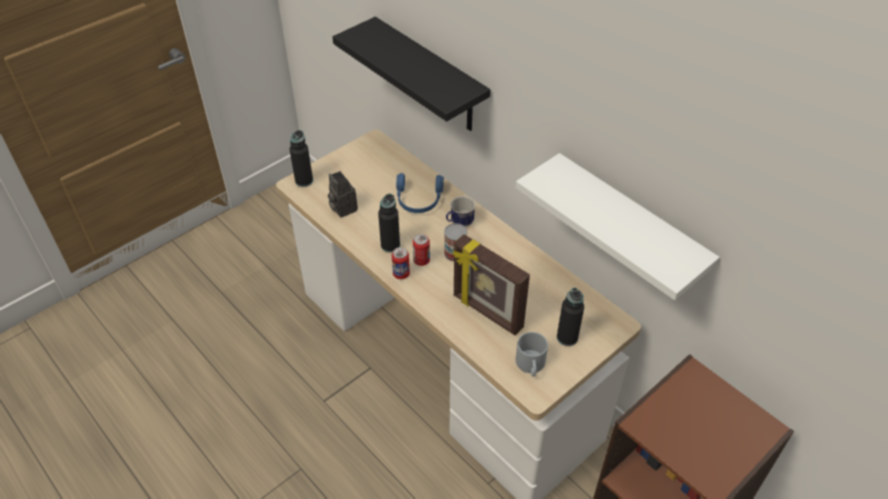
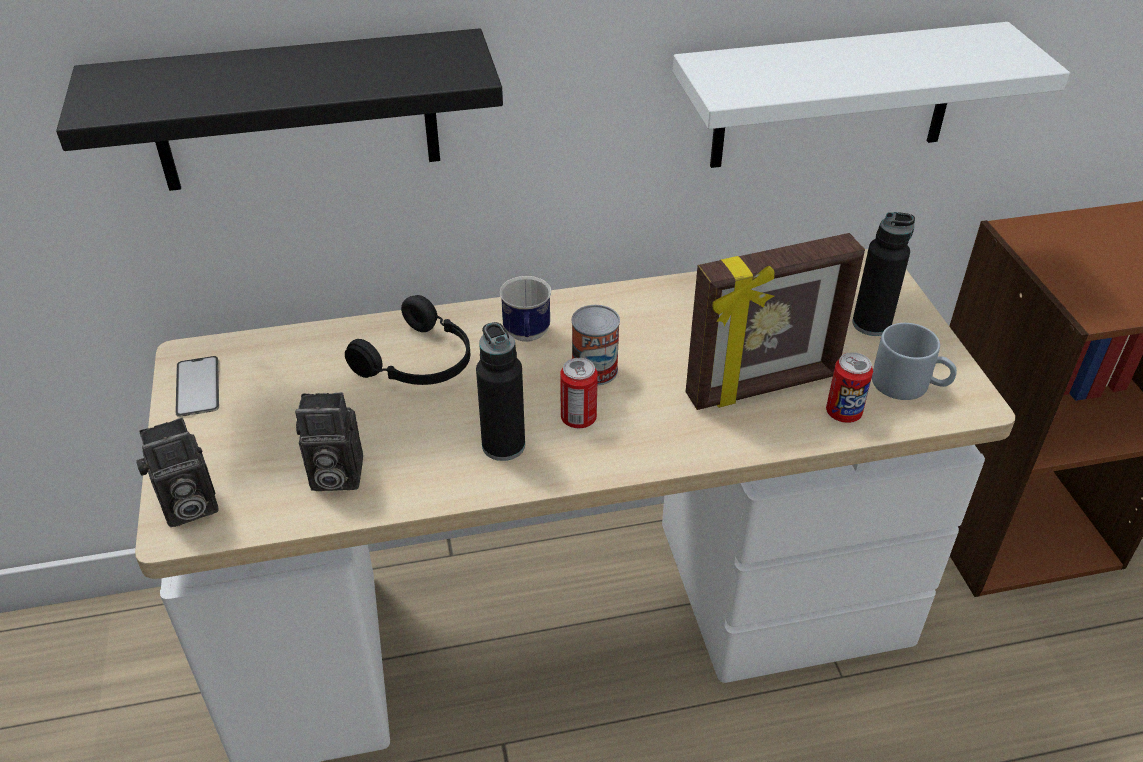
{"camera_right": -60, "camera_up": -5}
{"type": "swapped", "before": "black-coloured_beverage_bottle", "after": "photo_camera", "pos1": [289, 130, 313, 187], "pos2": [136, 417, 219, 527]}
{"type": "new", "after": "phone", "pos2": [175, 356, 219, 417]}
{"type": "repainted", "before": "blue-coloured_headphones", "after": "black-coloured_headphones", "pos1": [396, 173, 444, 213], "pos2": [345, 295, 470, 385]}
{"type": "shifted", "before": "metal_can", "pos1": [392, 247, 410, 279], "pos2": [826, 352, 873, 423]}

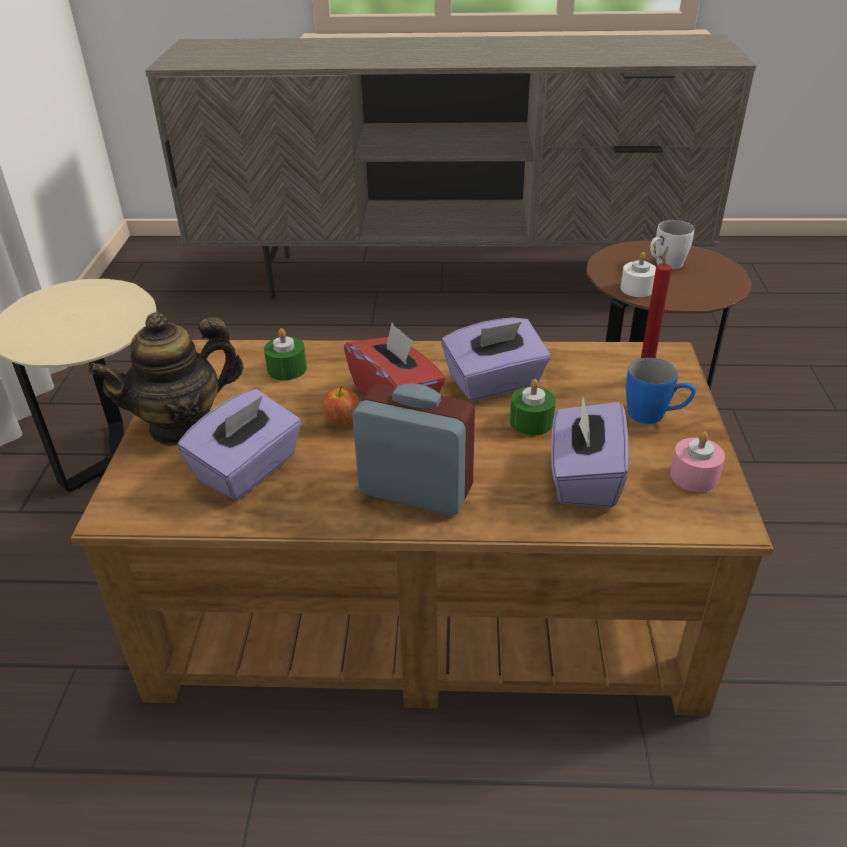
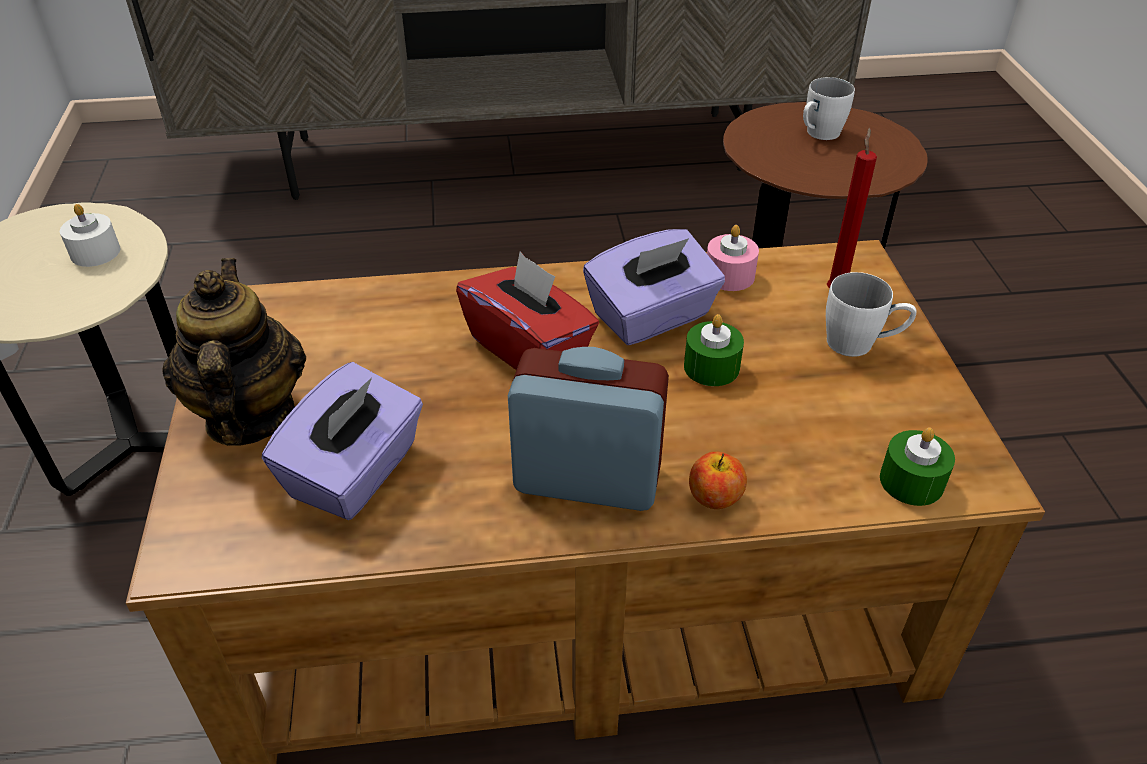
{"camera_right": -10, "camera_up": 5}
{"type": "shifted", "before": "whitish_wax_candle", "pos1": [621, 252, 656, 297], "pos2": [60, 204, 120, 267]}
{"type": "rotated", "before": "tea_pot", "pos1": [88, 312, 244, 446], "pos2": [162, 258, 306, 446], "turn": 120}
{"type": "shifted", "before": "whole_apple", "pos1": [322, 386, 360, 426], "pos2": [689, 451, 747, 509]}
{"type": "shifted", "before": "pink-coloured_wax_candle", "pos1": [670, 431, 725, 492], "pos2": [707, 225, 759, 291]}
{"type": "repainted", "before": "blue-coloured_tea_mug", "after": "whitish_tea_mug", "pos1": [626, 358, 696, 424], "pos2": [826, 272, 916, 357]}
{"type": "shifted", "before": "green-coloured_wax_candle", "pos1": [264, 328, 307, 380], "pos2": [880, 427, 955, 506]}
{"type": "gone", "before": "purplish_box_of_tissues", "pos1": [551, 396, 629, 508]}

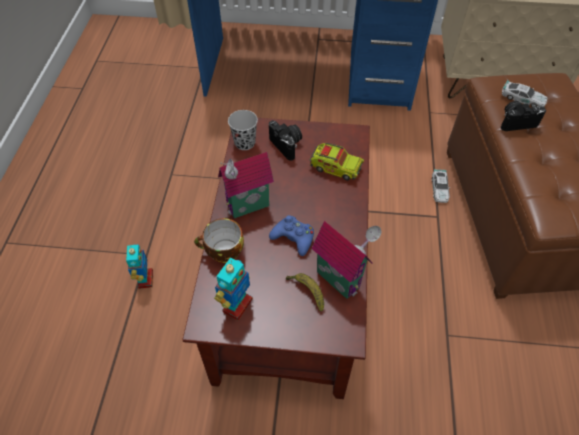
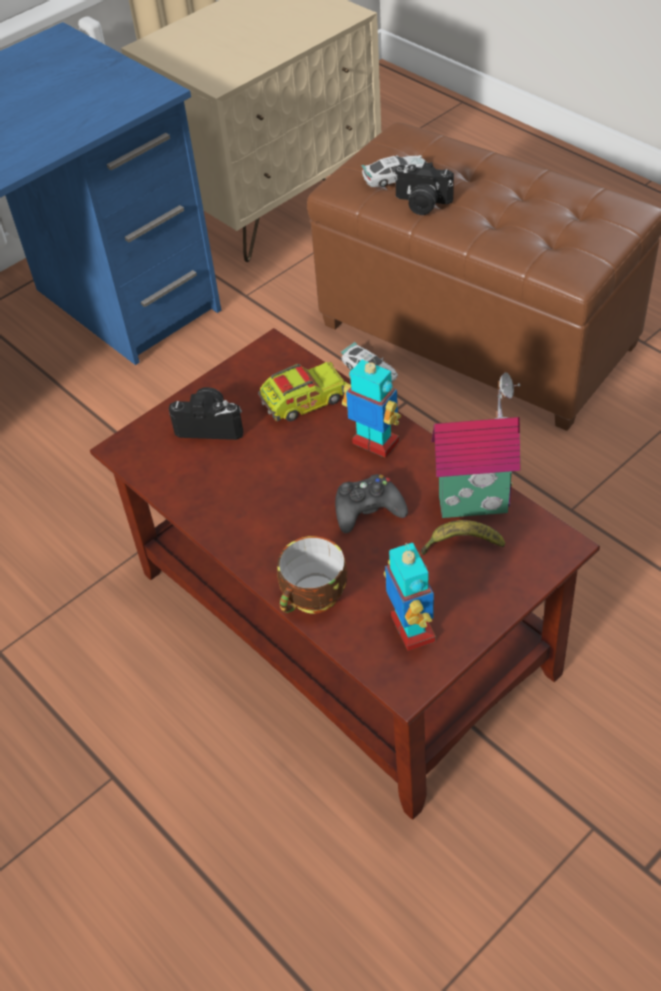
{"camera_right": -45, "camera_up": -5}
{"type": "repainted", "before": "blue-coloured_joypad", "after": "black-coloured_joypad", "pos1": [269, 215, 314, 256], "pos2": [335, 474, 408, 533]}
{"type": "shifted", "before": "model_robot", "pos1": [126, 244, 153, 289], "pos2": [342, 355, 401, 458]}
{"type": "rotated", "before": "photo_camera", "pos1": [500, 101, 546, 131], "pos2": [394, 162, 454, 215], "turn": -105}
{"type": "gone", "before": "model_house", "pos1": [218, 152, 274, 218]}
{"type": "gone", "before": "black-coloured_small_cup", "pos1": [228, 110, 258, 150]}

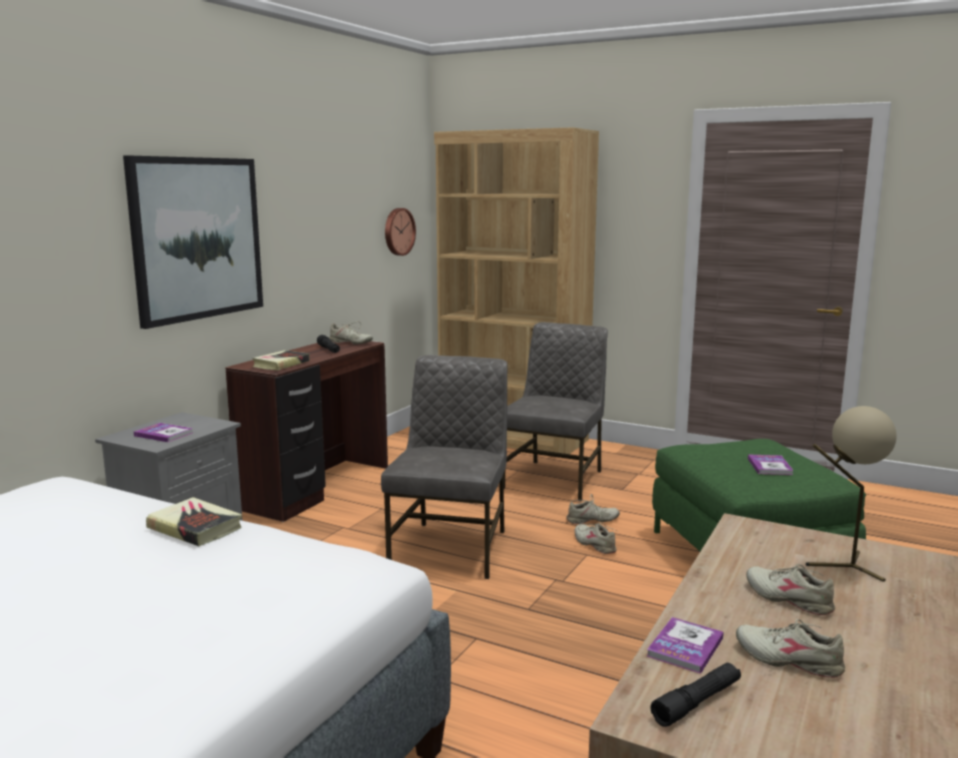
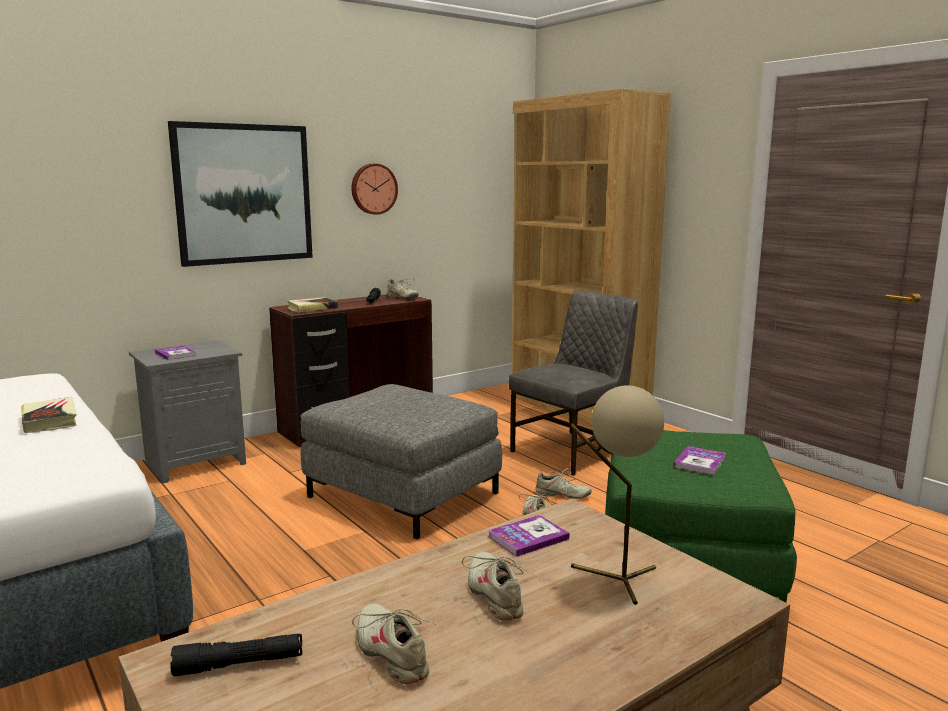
{"camera_right": 25, "camera_up": 0}
{"type": "swapped", "before": "grey_upright_chair", "after": "grey_footrest", "pos1": [381, 355, 508, 579], "pos2": [301, 384, 502, 540]}
{"type": "shifted", "before": "wall_clock", "pos1": [385, 208, 416, 256], "pos2": [351, 164, 398, 215]}
{"type": "shifted", "before": "volume", "pos1": [647, 617, 724, 674], "pos2": [488, 515, 569, 557]}

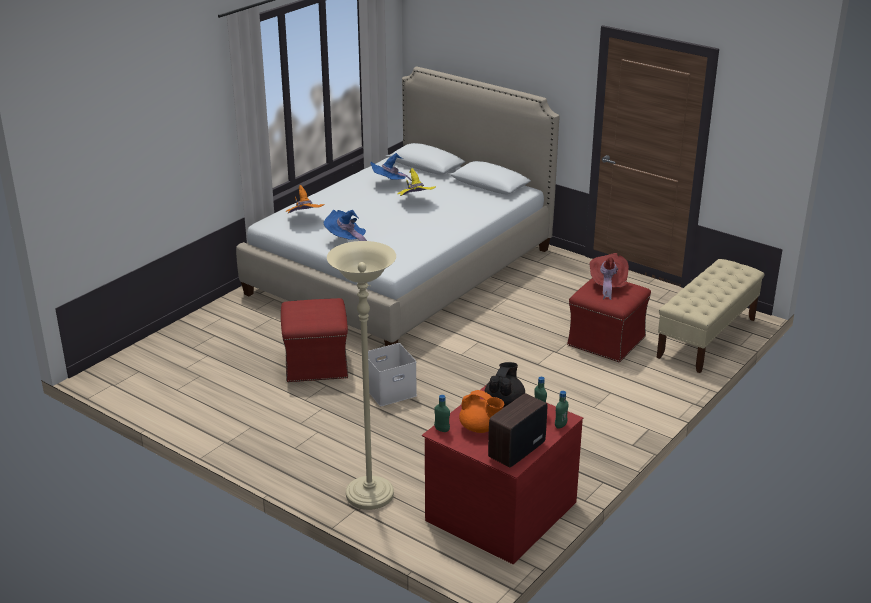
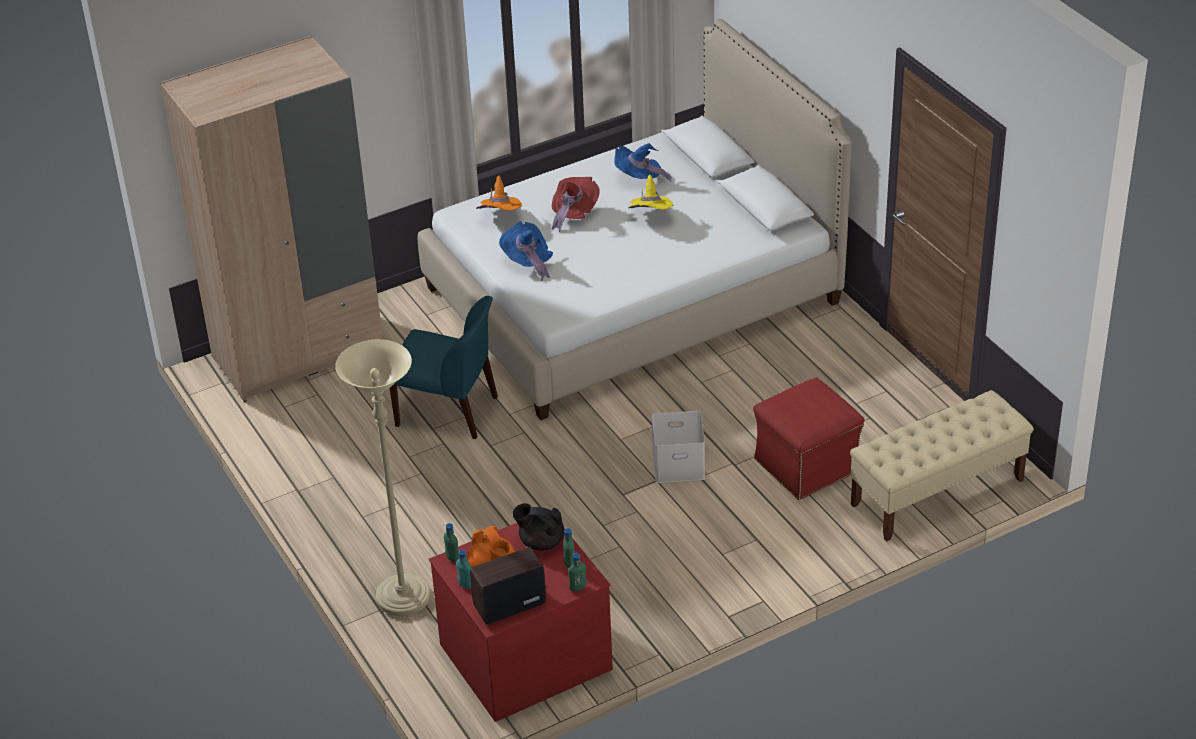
{"camera_right": 25, "camera_up": 10}
{"type": "new", "after": "beige-coloured_wardrobe", "pos2": [160, 36, 383, 402]}
{"type": "swapped", "before": "red-coloured_footrest", "after": "blue-coloured_upright_chair", "pos1": [281, 298, 348, 382], "pos2": [389, 296, 498, 439]}
{"type": "new", "after": "blue-green_beverage_bottle", "pos2": [456, 550, 471, 589]}
{"type": "rotated", "before": "black-coloured_tea_pot", "pos1": [485, 362, 525, 408], "pos2": [513, 503, 565, 551], "turn": -120}
{"type": "shifted", "before": "red-coloured_clothing_hat", "pos1": [590, 253, 629, 300], "pos2": [551, 177, 600, 232]}
{"type": "shifted", "before": "whitish_storage_container", "pos1": [368, 343, 417, 406], "pos2": [652, 411, 705, 483]}

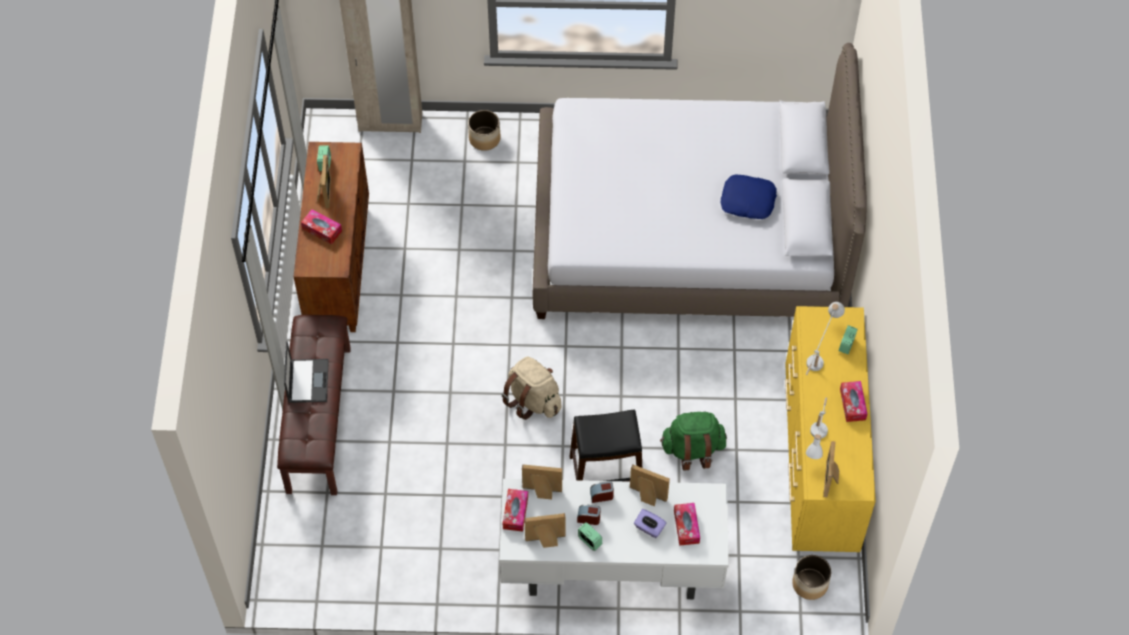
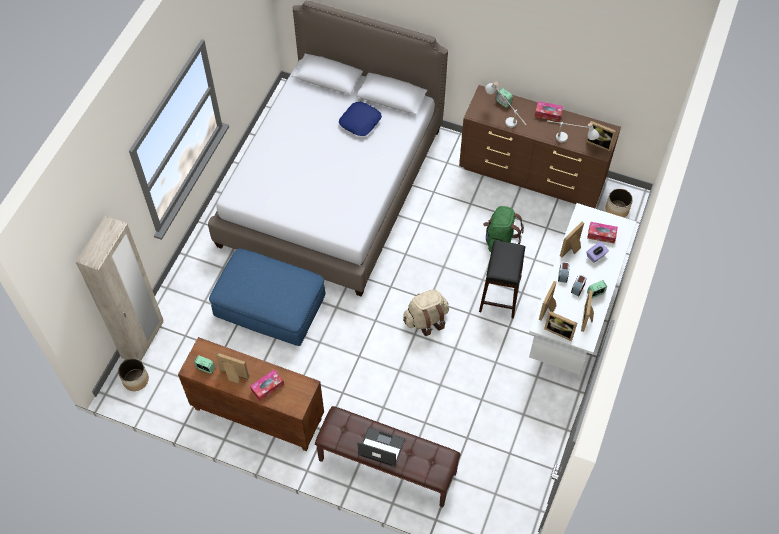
{"camera_right": -70, "camera_up": 0}
{"type": "shifted", "before": "planter", "pos1": [468, 110, 501, 151], "pos2": [118, 358, 149, 391]}
{"type": "new", "after": "blue-coloured_footrest", "pos2": [209, 249, 326, 346]}
{"type": "repainted", "before": "yellow-coloured_drawer_chest", "after": "brownish_drawer_chest", "pos1": [785, 306, 876, 552], "pos2": [459, 85, 621, 208]}
{"type": "swapped", "before": "box_of_tissues", "after": "photo_frame", "pos1": [503, 489, 528, 532], "pos2": [544, 311, 577, 341]}

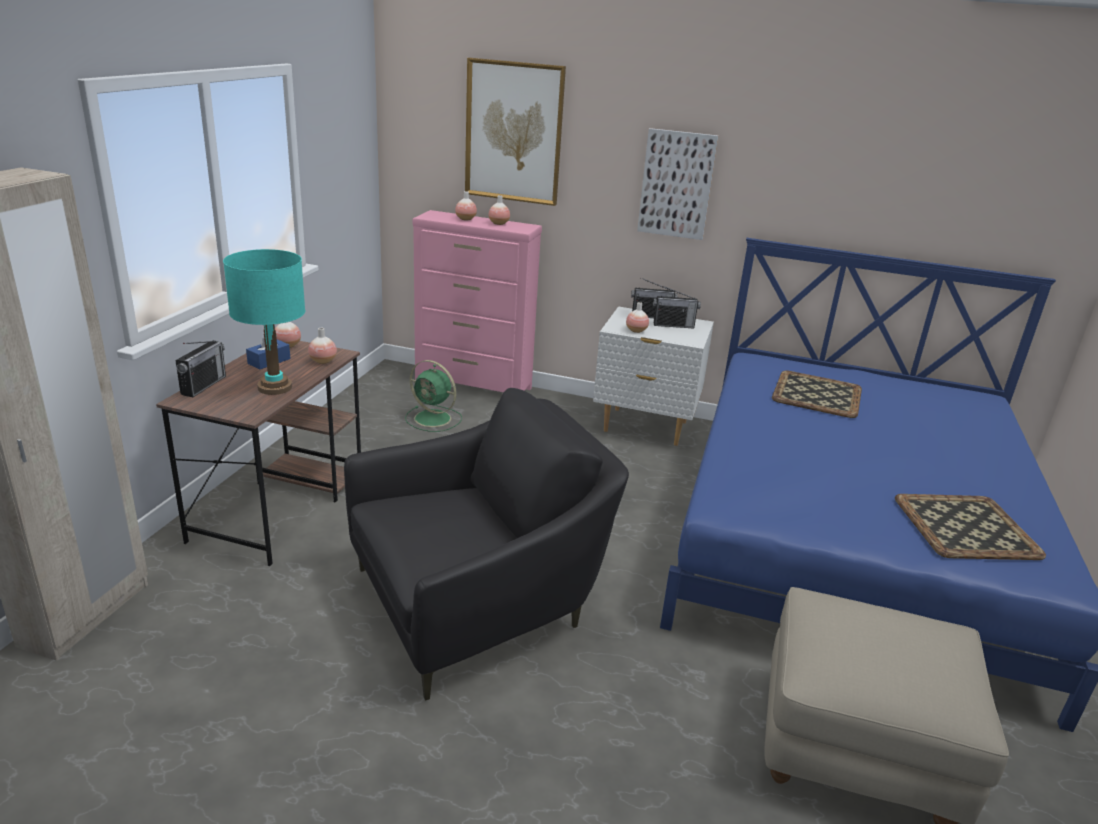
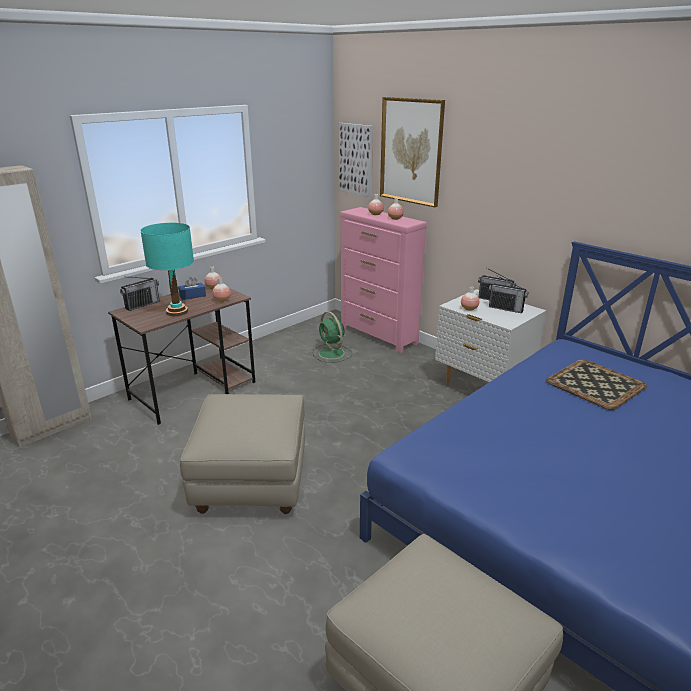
{"camera_right": 30, "camera_up": 0}
{"type": "swapped", "before": "black-coloured_easy_chair", "after": "beige-coloured_footrest", "pos1": [344, 388, 629, 701], "pos2": [180, 394, 305, 514]}
{"type": "shifted", "before": "wall_art", "pos1": [637, 128, 718, 240], "pos2": [339, 123, 373, 197]}
{"type": "gone", "before": "tray", "pos1": [895, 494, 1046, 560]}

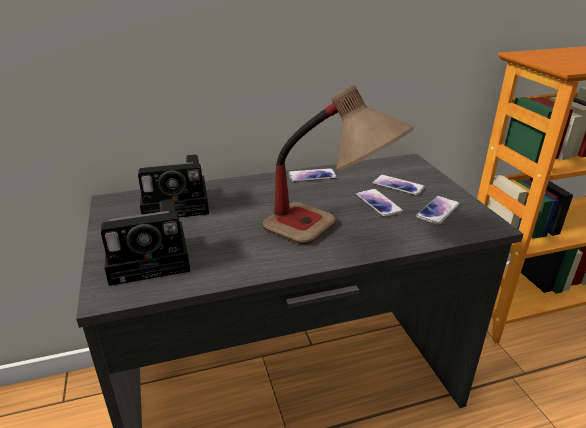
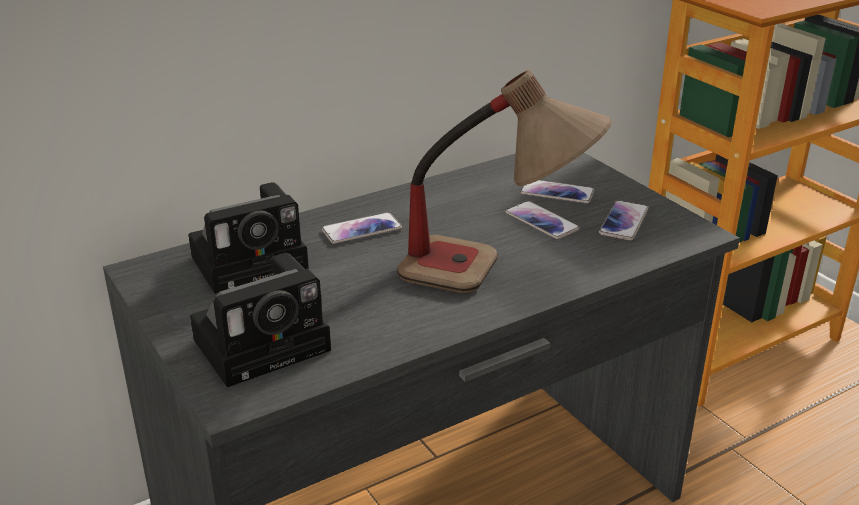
{"camera_right": -15, "camera_up": 0}
{"type": "shifted", "before": "phone", "pos1": [288, 168, 337, 182], "pos2": [322, 212, 402, 244]}

